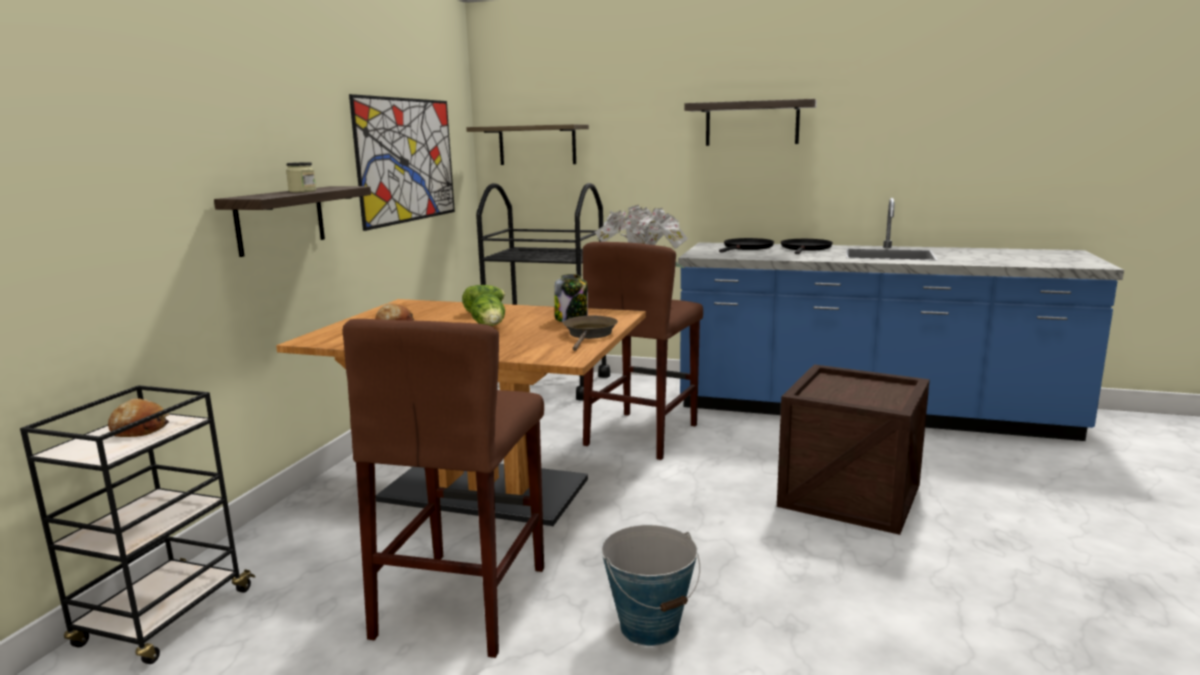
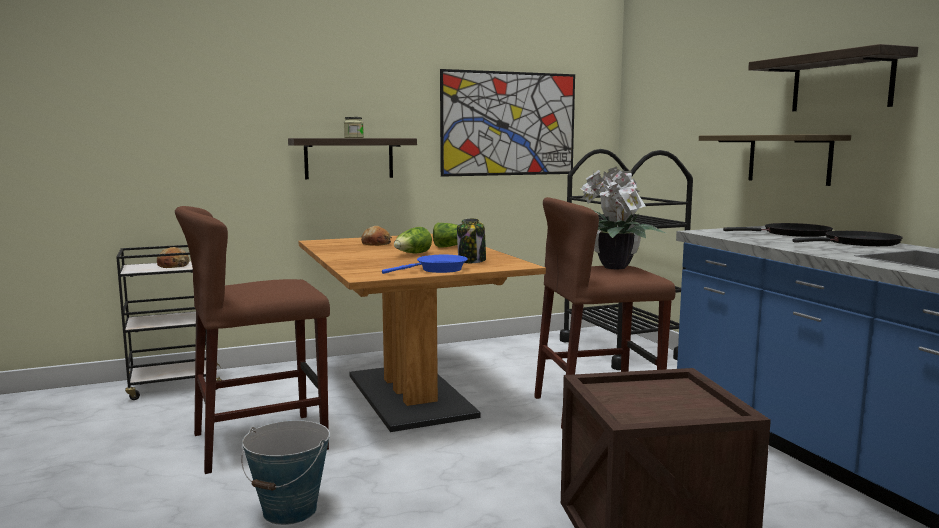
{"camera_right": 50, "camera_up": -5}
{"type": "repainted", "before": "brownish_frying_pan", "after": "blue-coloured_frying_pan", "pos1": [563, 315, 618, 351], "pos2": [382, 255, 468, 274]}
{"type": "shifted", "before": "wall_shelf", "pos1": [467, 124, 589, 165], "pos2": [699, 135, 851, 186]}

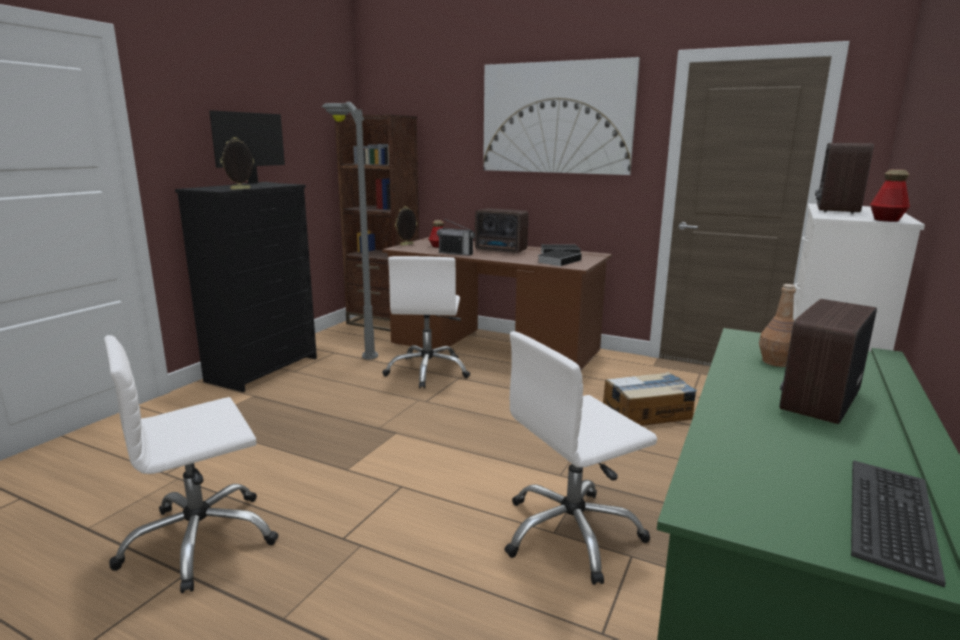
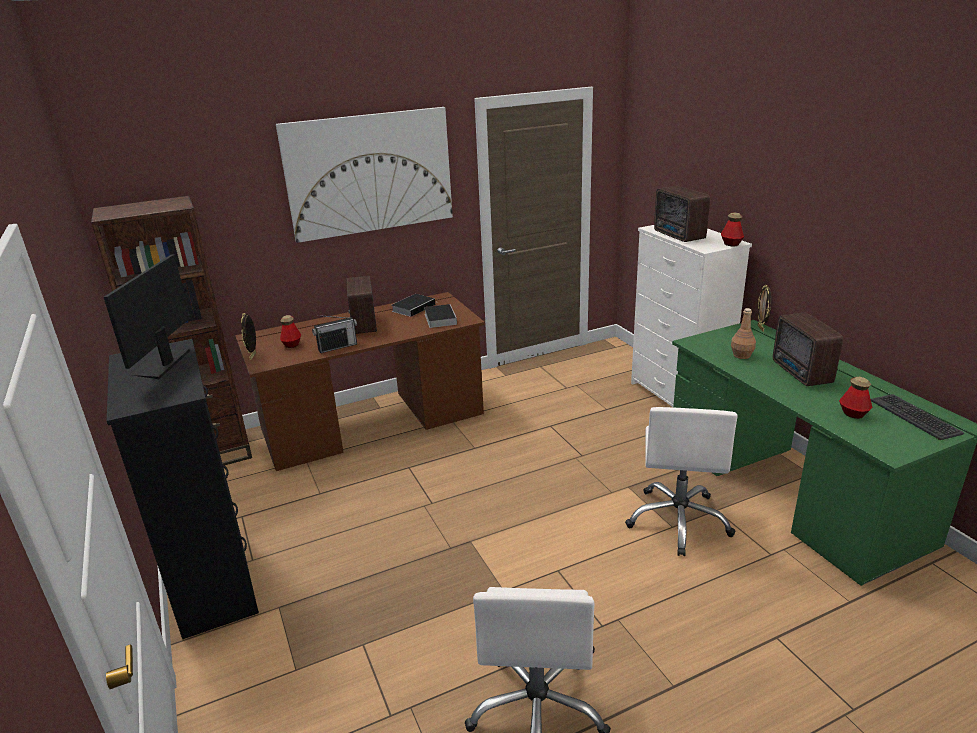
{"camera_right": -50, "camera_up": 10}
{"type": "rotated", "before": "computer_screen", "pos1": [209, 111, 285, 188], "pos2": [104, 254, 191, 379], "turn": -150}
{"type": "rotated", "before": "radio_receiver", "pos1": [475, 208, 528, 253], "pos2": [347, 276, 377, 334], "turn": 105}
{"type": "shifted", "before": "photo_frame", "pos1": [220, 137, 254, 190], "pos2": [758, 285, 772, 332]}
{"type": "new", "after": "beverage_bottle", "pos2": [839, 377, 872, 419]}
{"type": "gone", "before": "grey_standing_lamp", "pos1": [322, 102, 378, 360]}
{"type": "gone", "before": "whitish_office_chair", "pos1": [382, 256, 470, 389]}
{"type": "gone", "before": "cardboard_box", "pos1": [603, 372, 697, 426]}

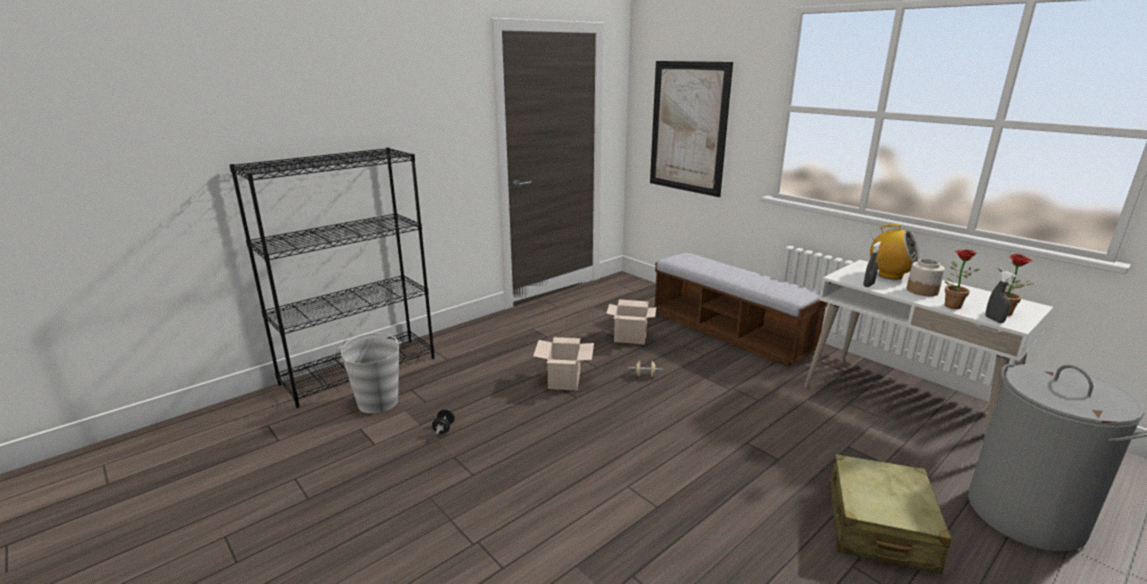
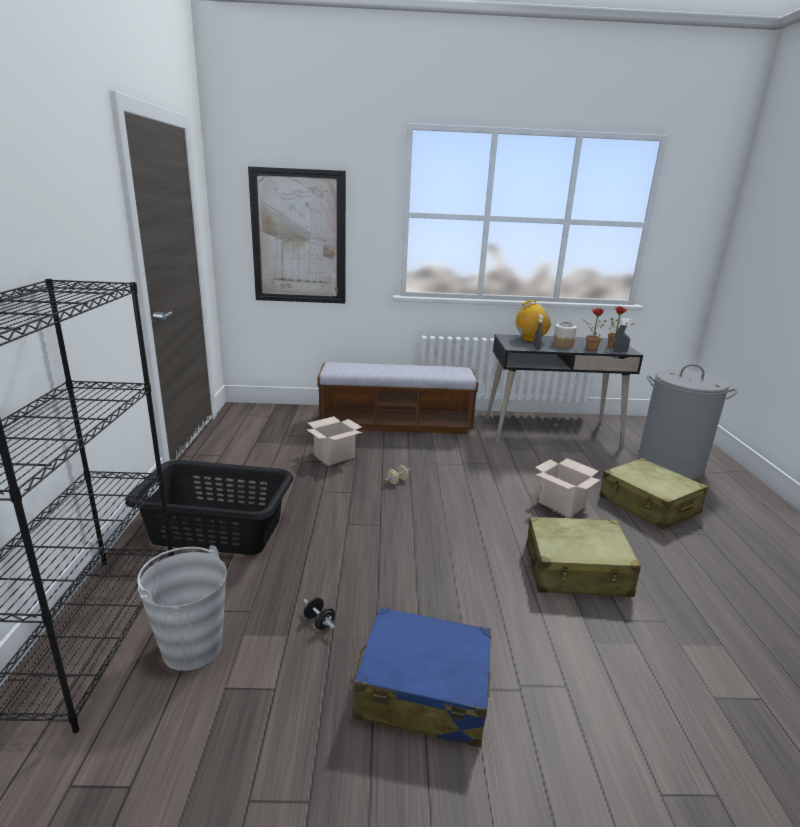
{"camera_right": -50, "camera_up": 0}
{"type": "new", "after": "black-coloured_washing_basket", "pos2": [125, 460, 294, 555]}
{"type": "new", "after": "blue-coloured_travel_case", "pos2": [352, 606, 491, 747]}
{"type": "repainted", "before": "whitish_desk", "after": "black-coloured_desk", "pos1": [805, 260, 1053, 443], "pos2": [486, 334, 643, 447]}
{"type": "new", "after": "beige-coloured_travel_case", "pos2": [526, 517, 641, 597]}
{"type": "shifted", "before": "cardboard_box", "pos1": [533, 337, 594, 390], "pos2": [535, 458, 600, 517]}

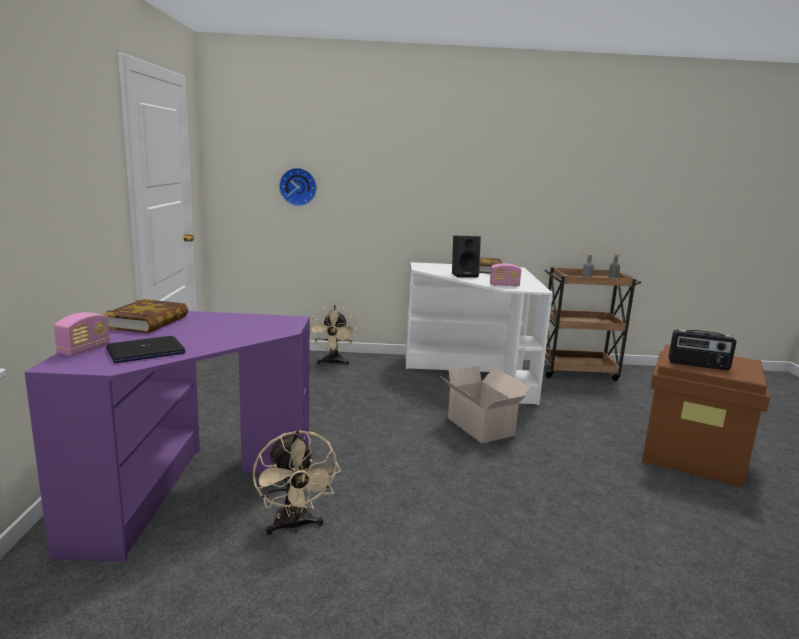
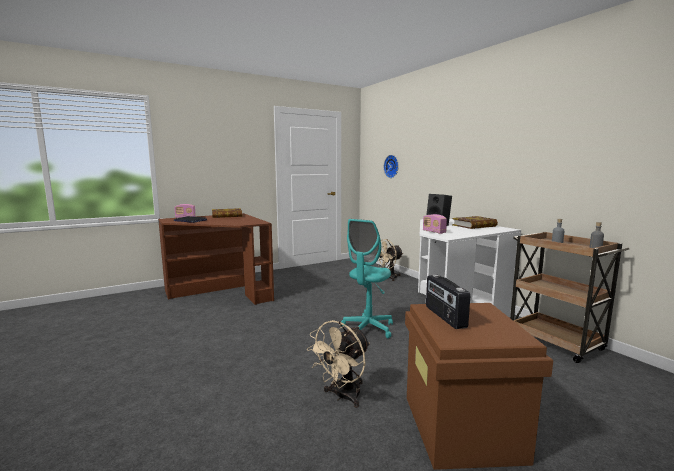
{"camera_right": 60, "camera_up": -5}
{"type": "repainted", "before": "purplish_desk", "after": "brownish_desk", "pos1": [25, 311, 310, 562], "pos2": [158, 213, 274, 305]}
{"type": "shifted", "before": "beige-coloured_fan", "pos1": [253, 430, 341, 535], "pos2": [307, 320, 370, 408]}
{"type": "swapped", "before": "cardboard_box", "after": "blue-green_office_chair", "pos1": [440, 366, 531, 443], "pos2": [341, 219, 393, 338]}

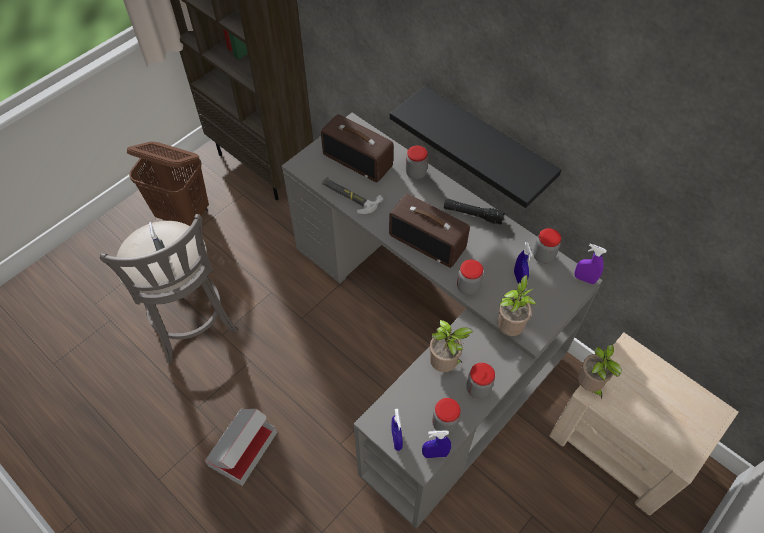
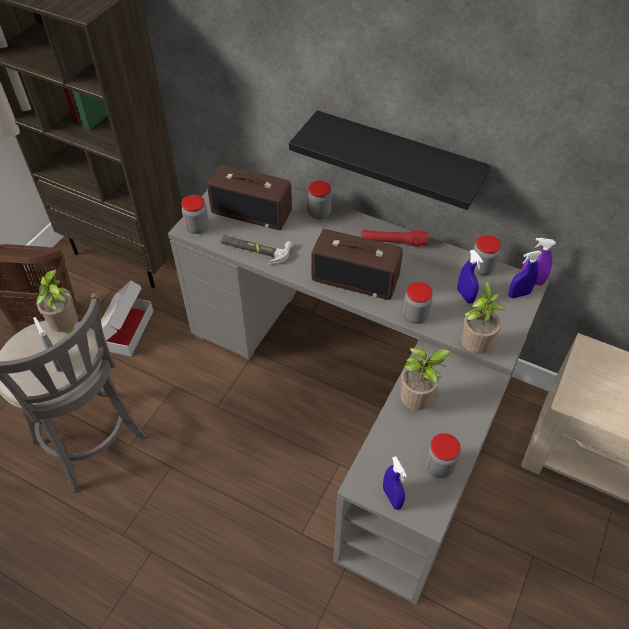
{"camera_right": -15, "camera_up": -5}
{"type": "shifted", "before": "potted_plant", "pos1": [578, 344, 622, 399], "pos2": [36, 270, 78, 334]}
{"type": "shifted", "before": "cardboard_box", "pos1": [205, 408, 277, 486], "pos2": [101, 280, 153, 356]}
{"type": "shifted", "before": "storage_jar", "pos1": [466, 363, 495, 399], "pos2": [181, 195, 209, 234]}
{"type": "repainted", "before": "black-coloured_torch", "after": "red-coloured_torch", "pos1": [444, 198, 505, 224], "pos2": [361, 230, 429, 247]}
{"type": "shifted", "before": "blue-coloured_hand_sprayer", "pos1": [422, 431, 451, 458], "pos2": [508, 251, 542, 298]}

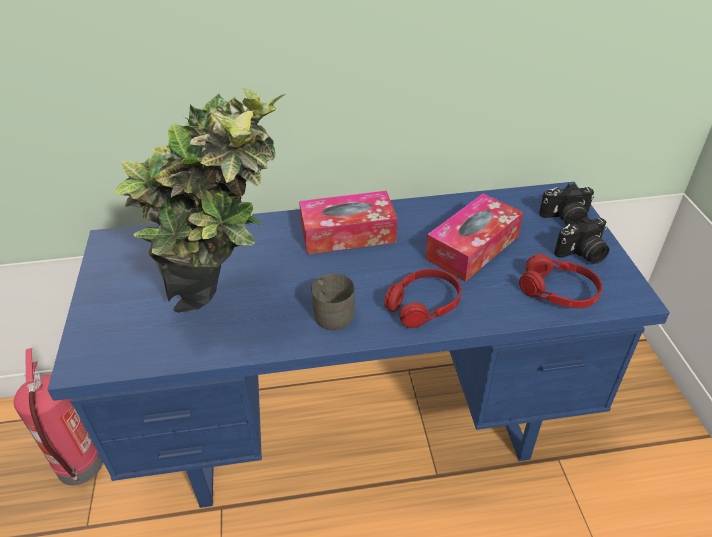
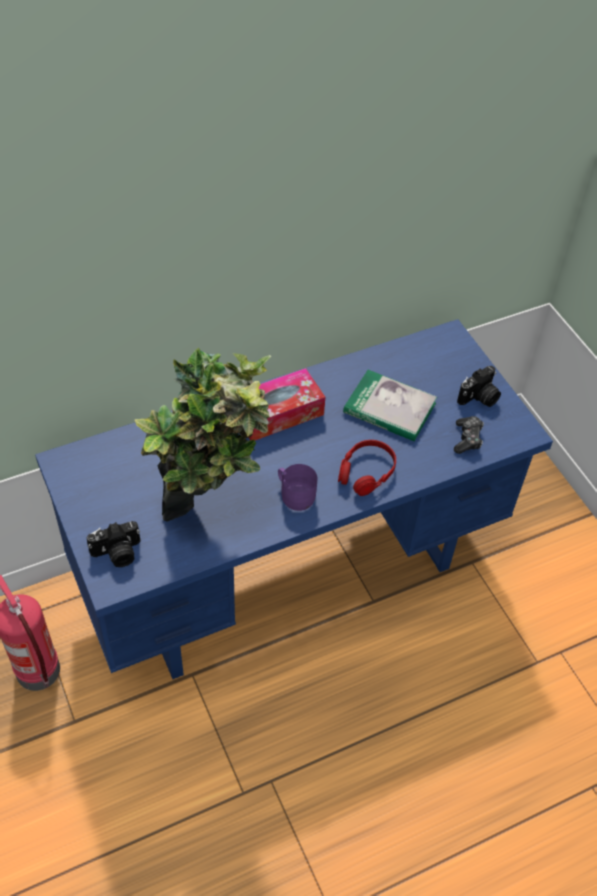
{"camera_right": -20, "camera_up": 10}
{"type": "shifted", "before": "photo_camera", "pos1": [539, 183, 594, 227], "pos2": [86, 521, 140, 567]}
{"type": "repainted", "before": "grey_tea_mug", "after": "purplish_tea_mug", "pos1": [311, 274, 355, 330], "pos2": [278, 464, 317, 511]}
{"type": "swapped", "before": "box_of_tissues", "after": "volume", "pos1": [426, 194, 523, 282], "pos2": [343, 370, 437, 441]}
{"type": "swapped", "before": "red-coloured_headphones", "after": "joypad", "pos1": [519, 254, 602, 308], "pos2": [454, 416, 484, 454]}

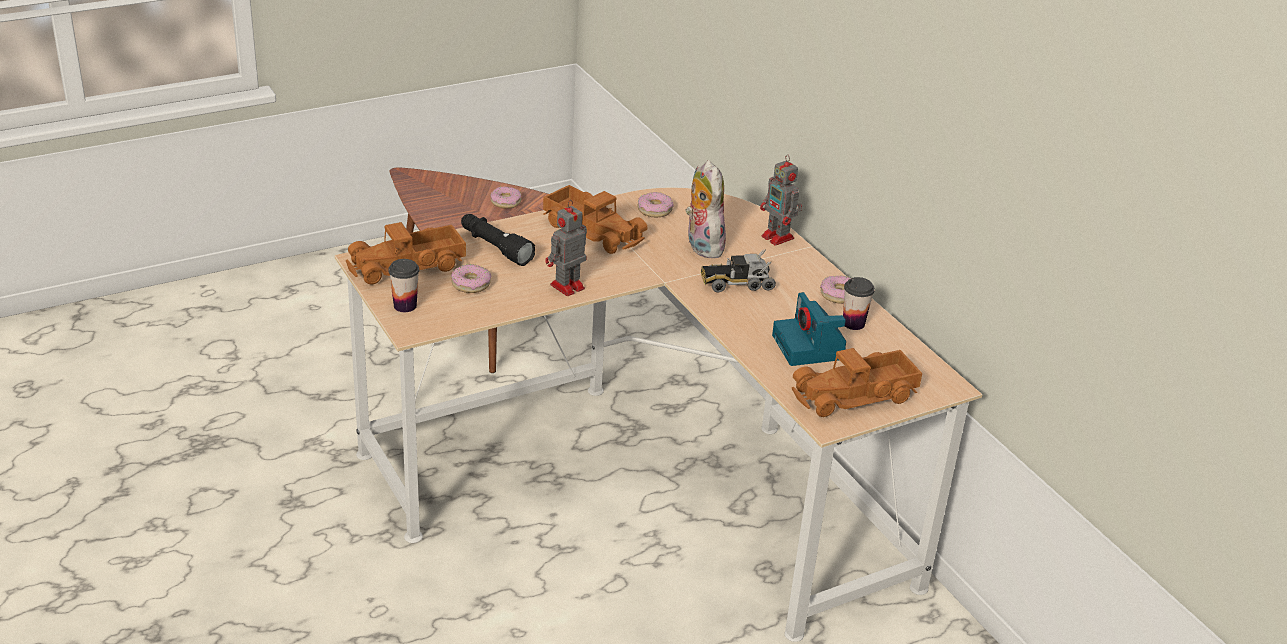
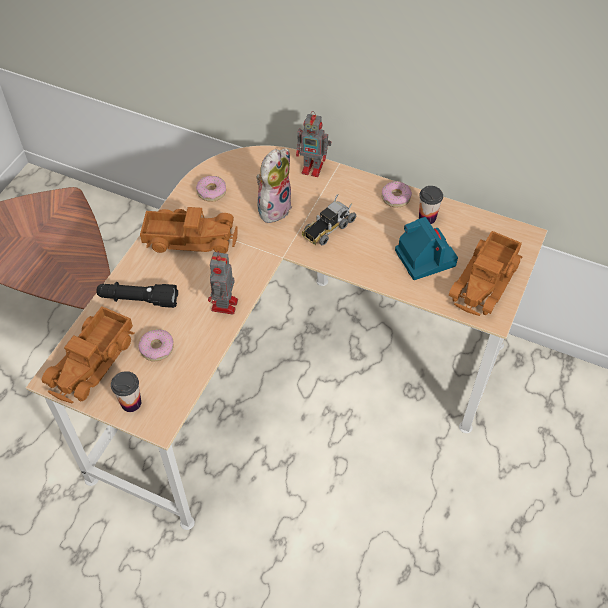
{"camera_right": -35, "camera_up": 20}
{"type": "rotated", "before": "soft_toy", "pos1": [685, 160, 726, 258], "pos2": [256, 149, 292, 223], "turn": 90}
{"type": "rotated", "before": "photo_camera", "pos1": [772, 292, 846, 366], "pos2": [395, 217, 458, 280], "turn": -150}
{"type": "gone", "before": "ring_doughnut", "pos1": [490, 186, 521, 209]}

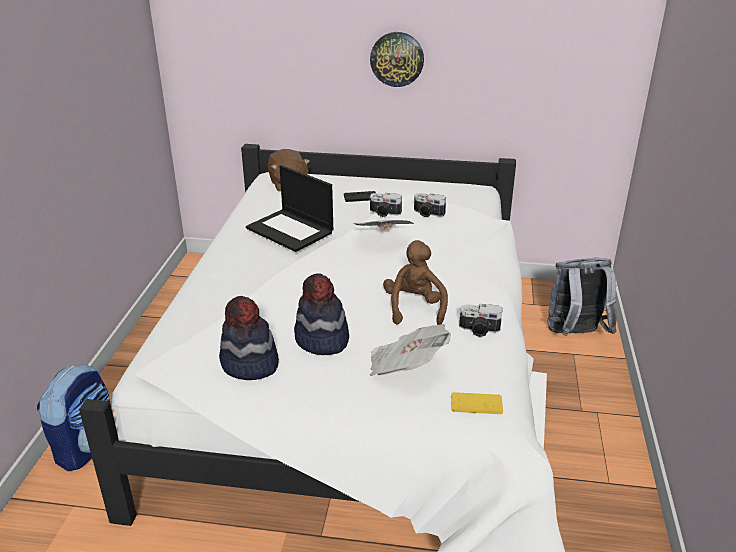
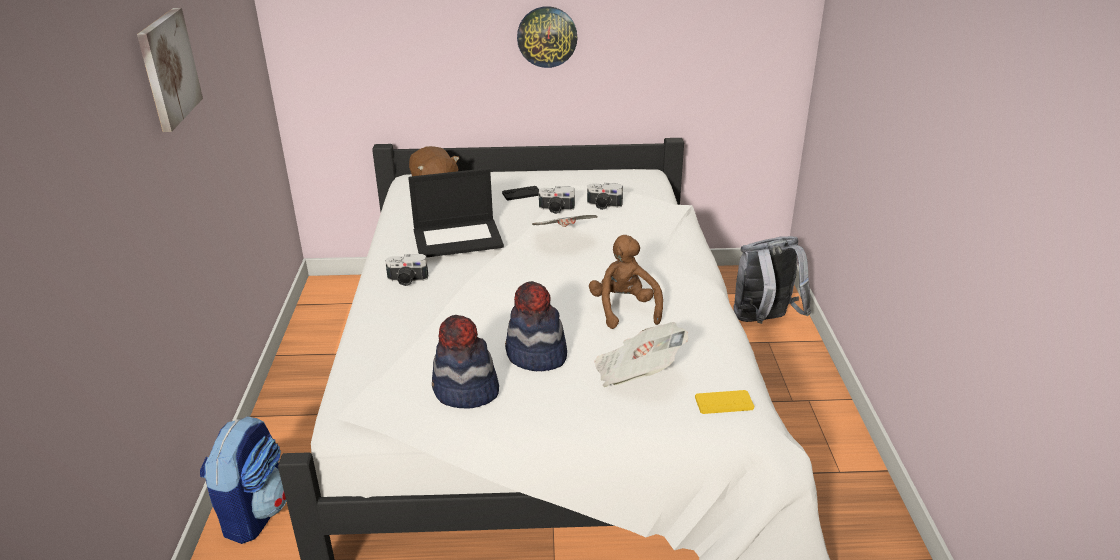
{"camera_right": -10, "camera_up": 0}
{"type": "new", "after": "wall_art", "pos2": [137, 8, 203, 132]}
{"type": "shifted", "before": "photo_camera", "pos1": [459, 304, 503, 337], "pos2": [385, 254, 428, 286]}
{"type": "rotated", "before": "laptop", "pos1": [246, 165, 333, 252], "pos2": [408, 168, 504, 258], "turn": -45}

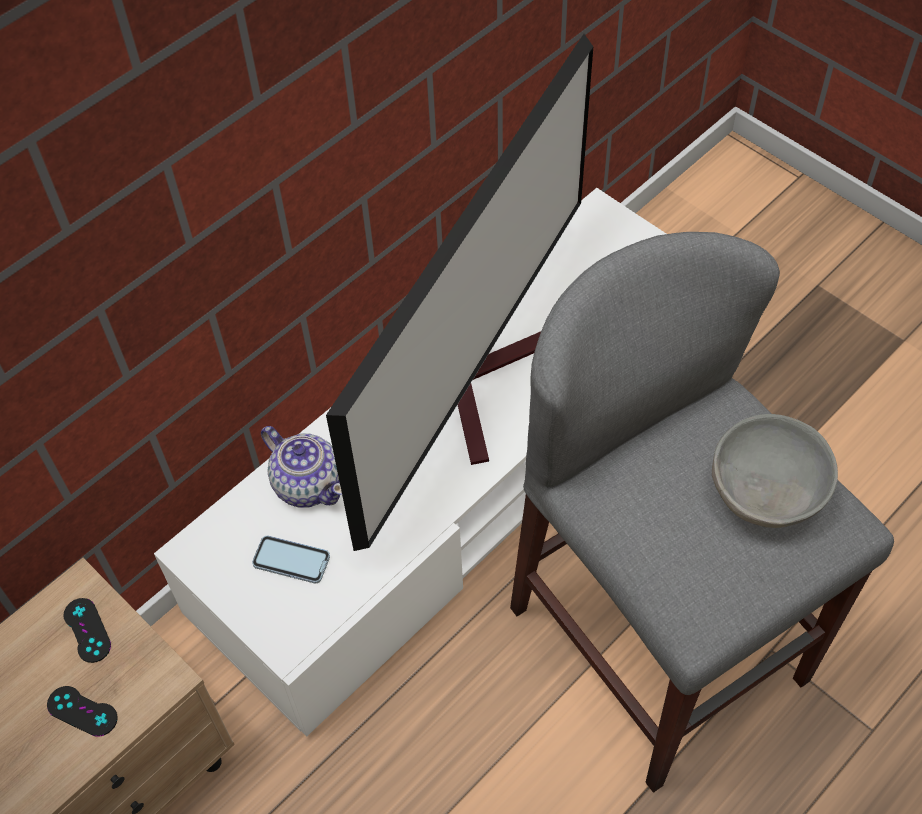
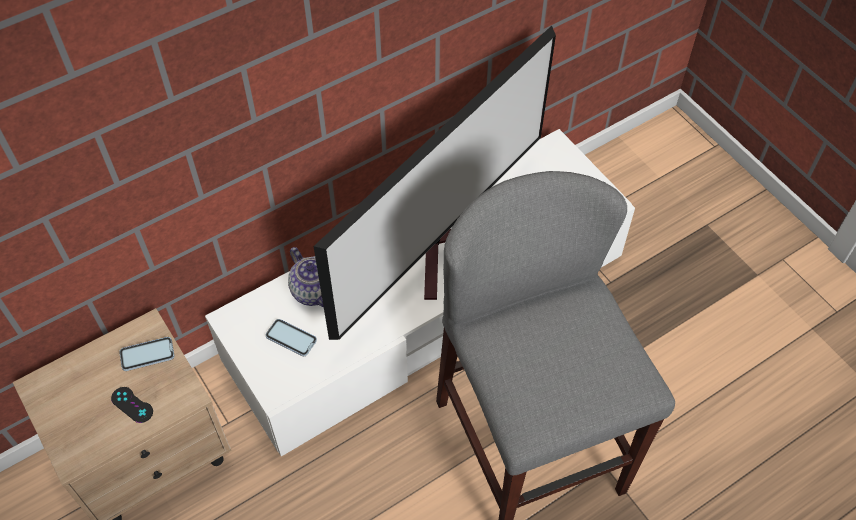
{"camera_right": 10, "camera_up": 0}
{"type": "swapped", "before": "black-coloured_joypad", "after": "phone", "pos1": [63, 598, 111, 663], "pos2": [119, 337, 175, 371]}
{"type": "gone", "before": "grey_serving_bowl", "pos1": [712, 414, 838, 528]}

